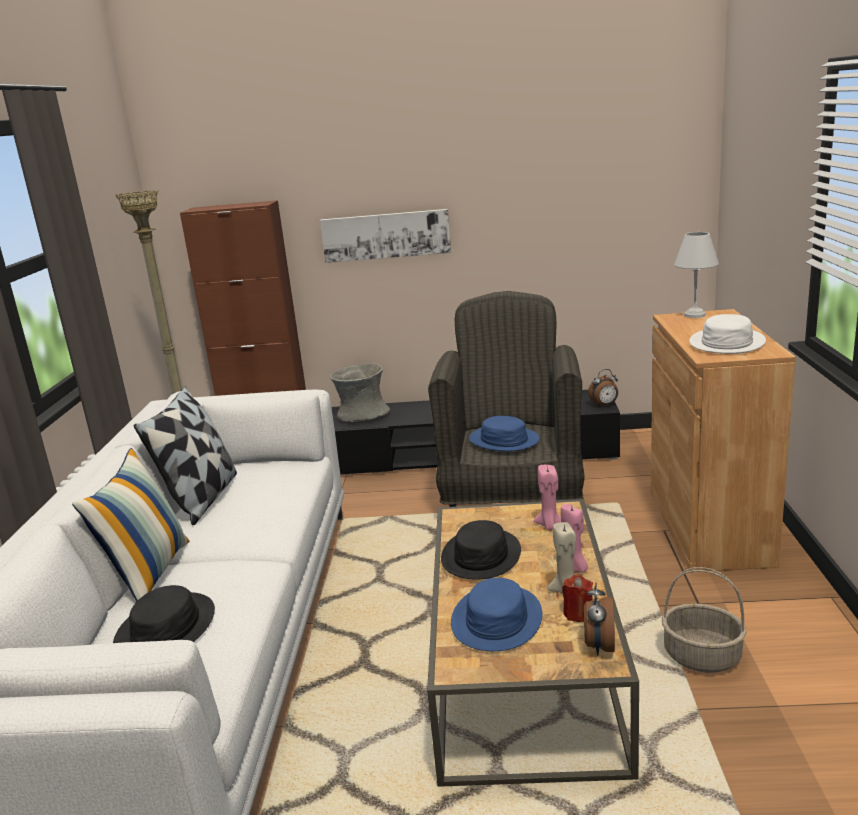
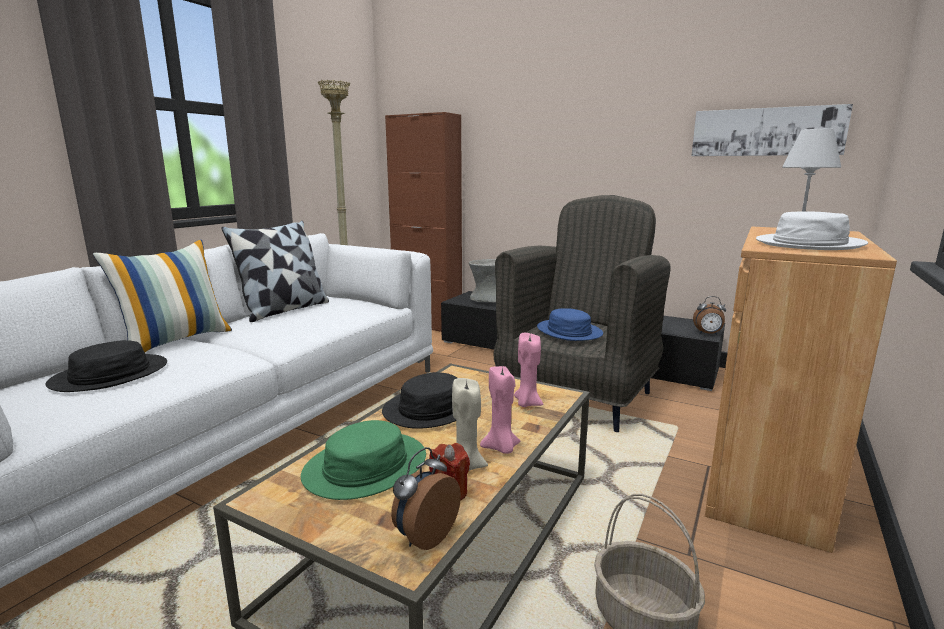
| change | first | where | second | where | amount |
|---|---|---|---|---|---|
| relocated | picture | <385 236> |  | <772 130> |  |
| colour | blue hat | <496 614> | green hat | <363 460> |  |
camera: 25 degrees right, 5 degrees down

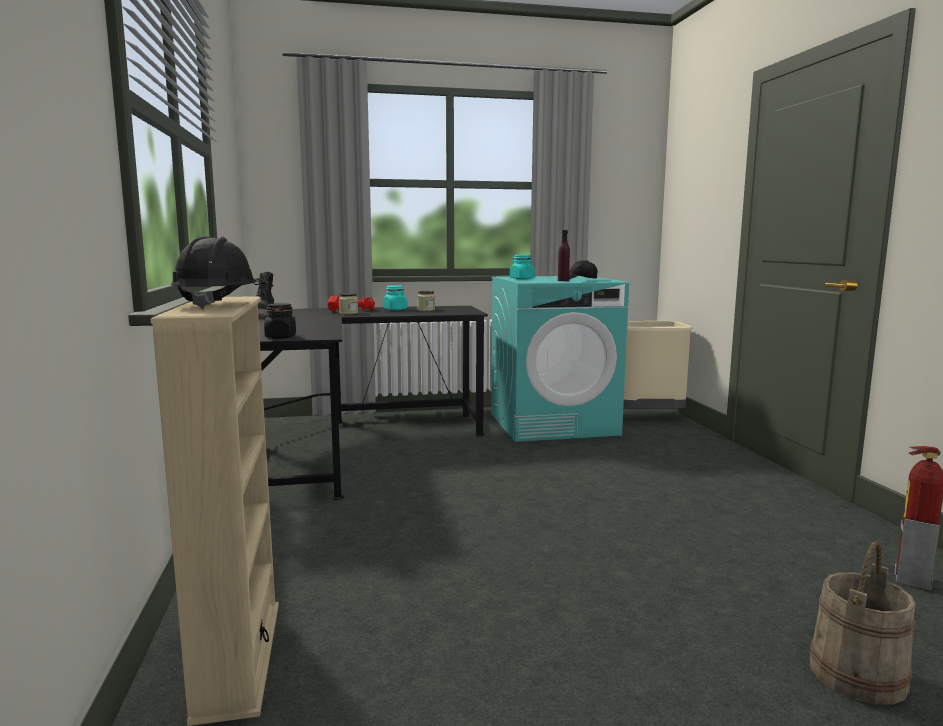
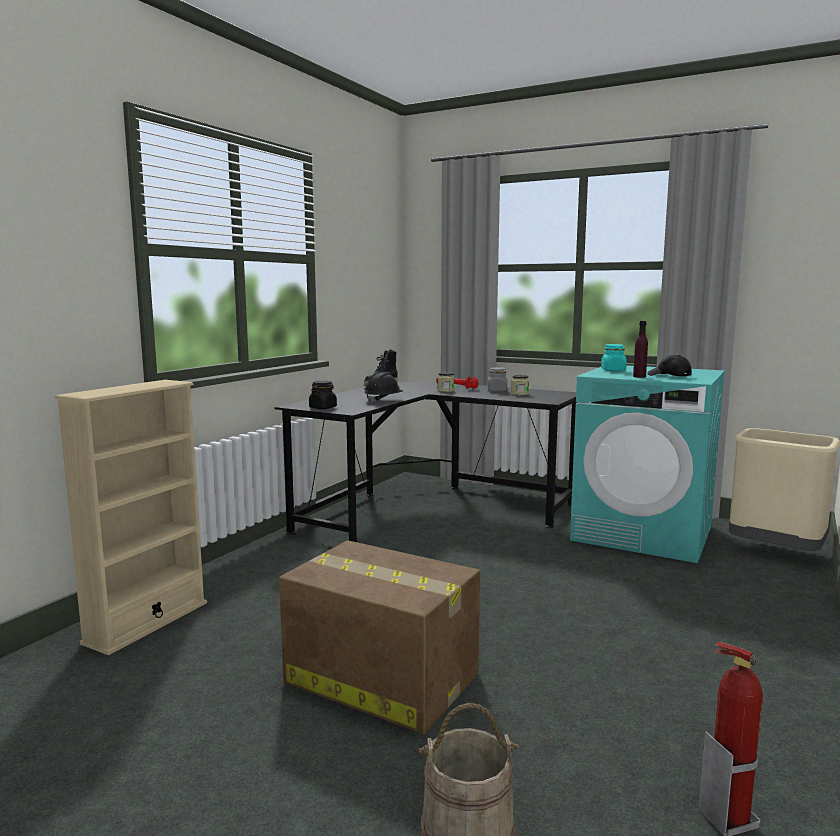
| change | first | where | second | where | amount |
|---|---|---|---|---|---|
| relocated | black hard hat | <214 272> |  | <383 387> |  |
| colour | turquoise jar | <395 297> | grey jar | <497 379> |  |
| appeared |  |  | cardboard box | <379 637> |  |
camera: 40 degrees right, 0 degrees up

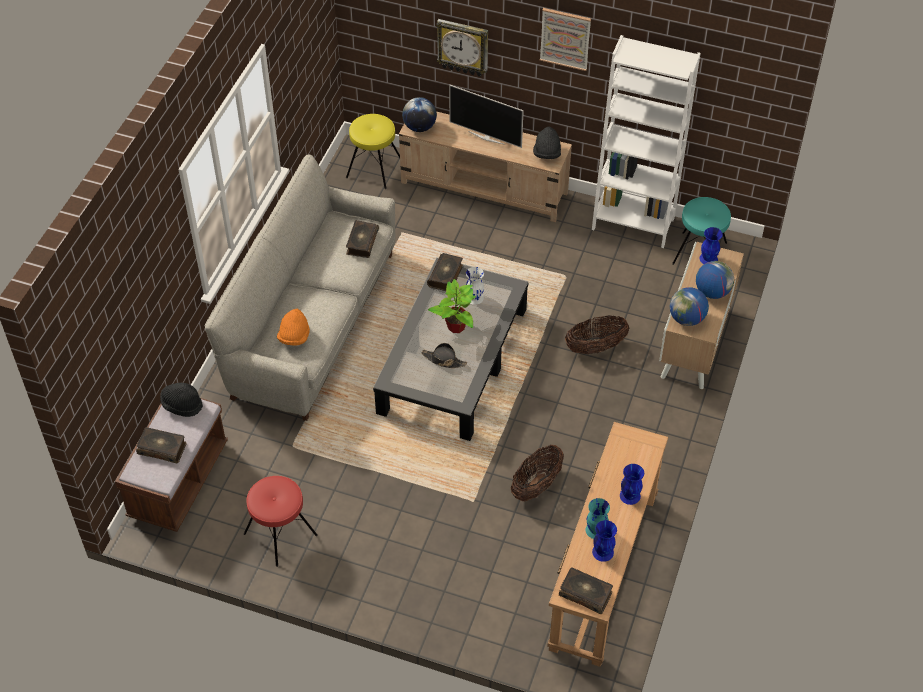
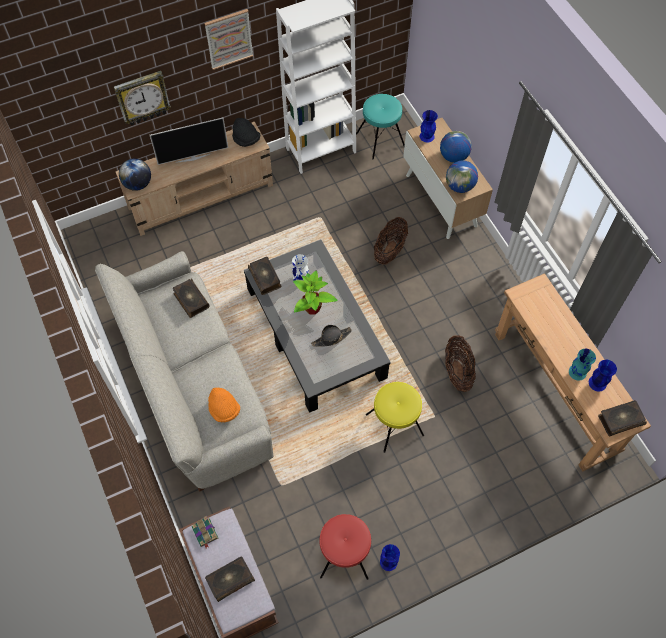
| change | first | where | second | where | amount |
|---|---|---|---|---|---|
| exchanged | black hat | <181 400> | book | <205 532> |  |
| relocated | yellow stool | <373 151> |  | <395 417> |  |
| relocated | blue vase | <632 484> |  | <390 557> |  |
camera: 45 degrees left, 10 degrees up

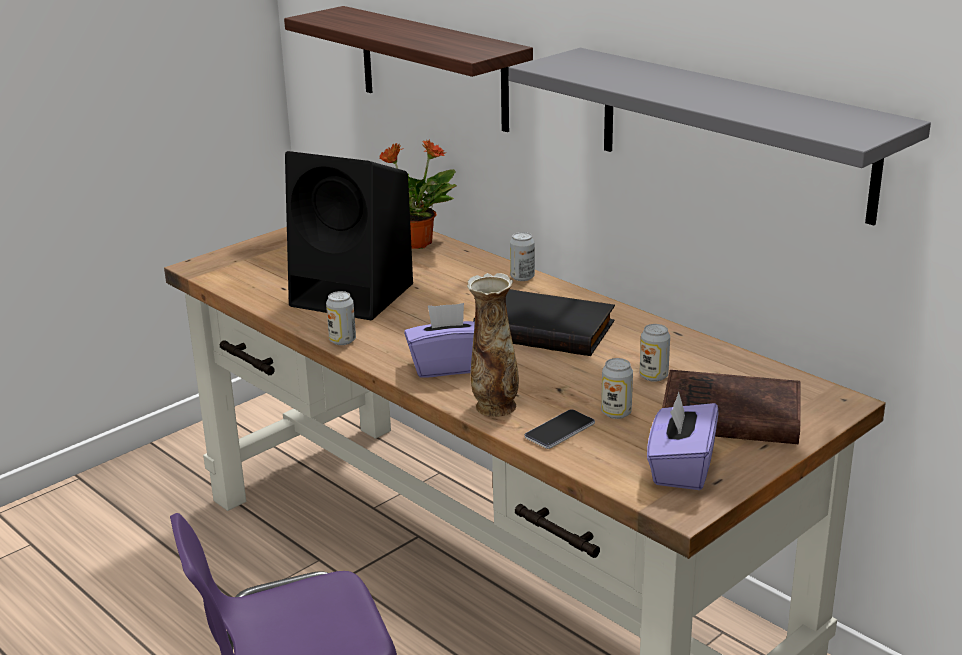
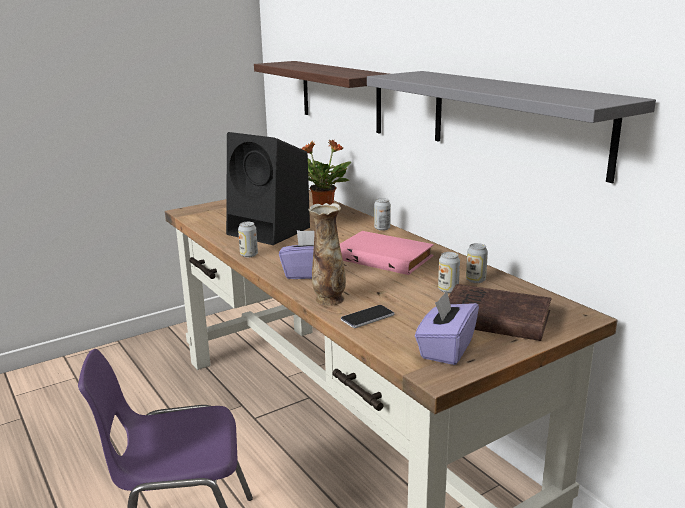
| change | first | where | second | where | amount |
|---|---|---|---|---|---|
| colour | black book | <544 322> | pink book | <387 253> |  |
| relocated | can | <617 388> |  | <477 263> |  |
camera: 10 degrees right, 5 degrees down

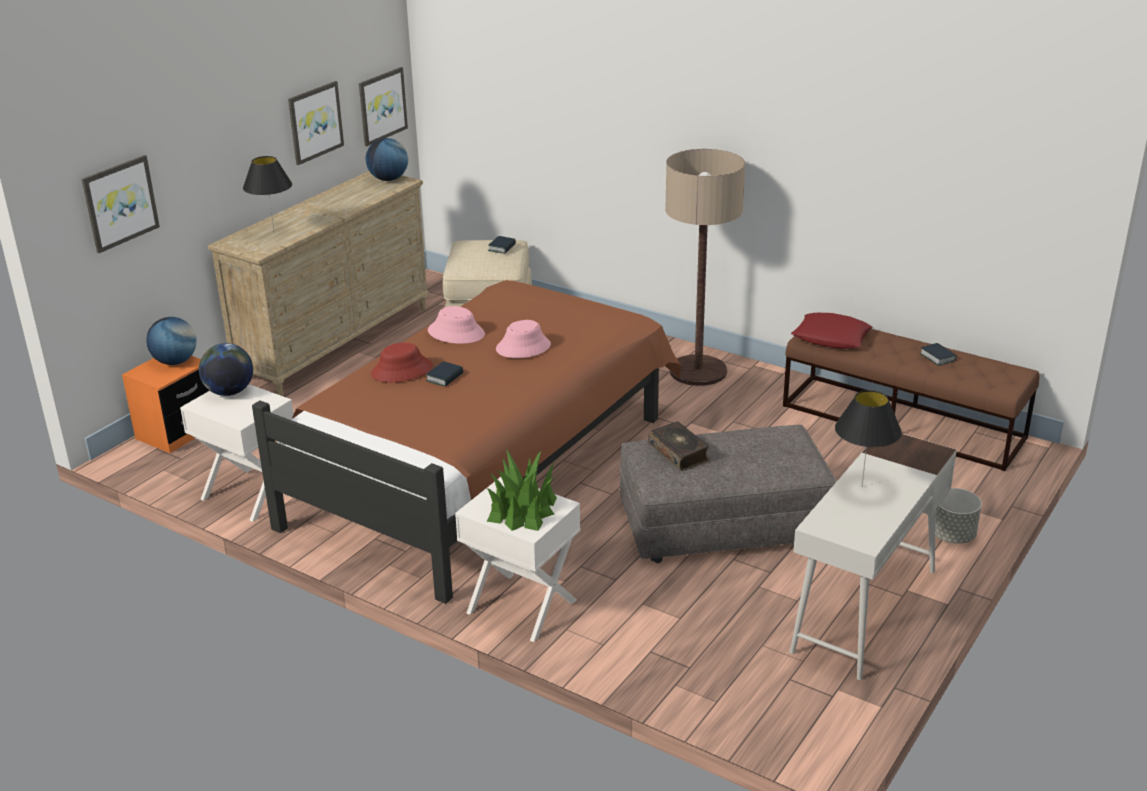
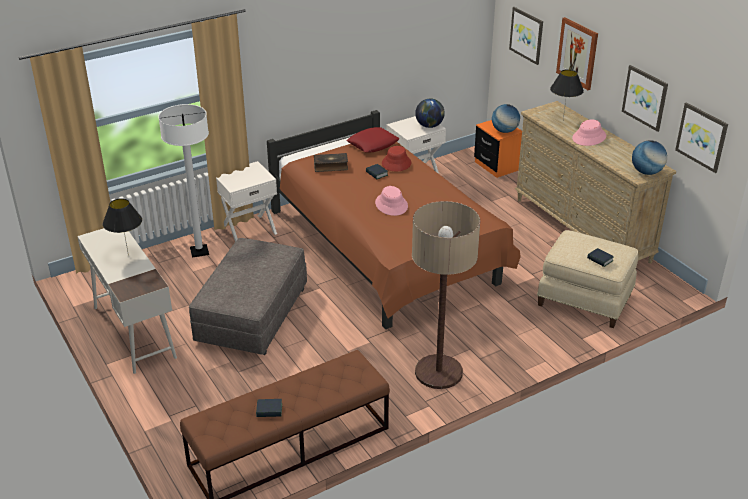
| change | first | where | second | where | amount |
|---|---|---|---|---|---|
| relocated | pink hat | <456 325> |  | <589 133> |  |
| missing | potted plant | <521 490> |  |  |  |
| relocated | book | <679 446> |  | <331 162> |  |
| relocated | red pillow | <831 331> |  | <372 140> |  |
| missing | grey planter | <958 516> |  |  |  |
| appeared |  |  | white floor lamp | <183 181> |  |
| appeared |  |  | picture | <577 53> |  |
camera: 115 degrees right, 5 degrees up

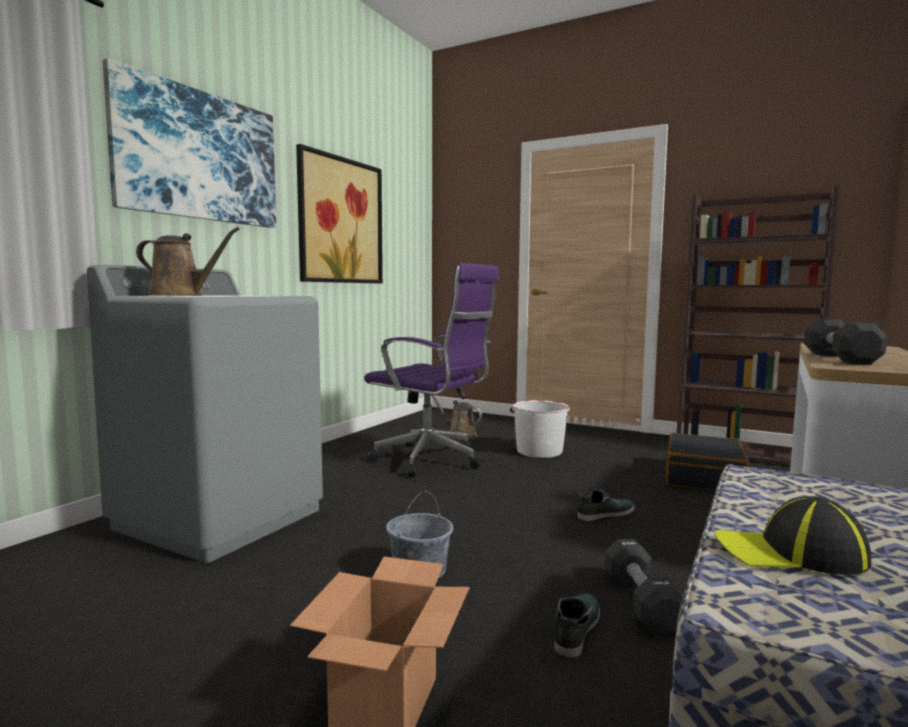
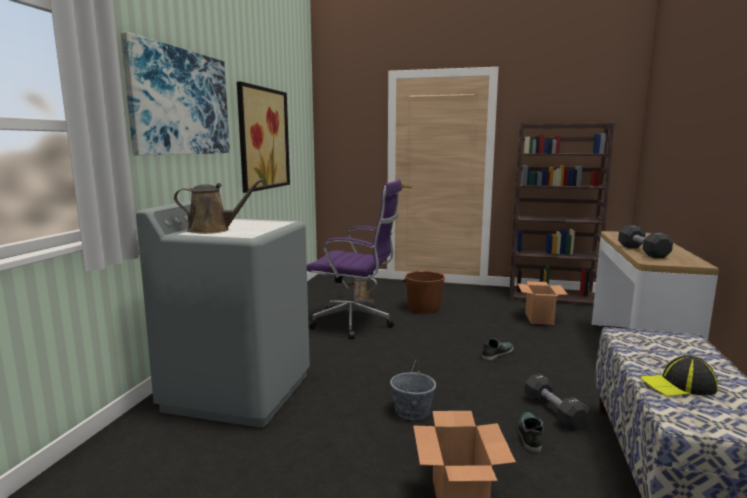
| change | first | where | second | where | amount |
|---|---|---|---|---|---|
| colour | white bucket | <540 429> | brown bucket | <424 292> |  |
| exchanged | black suitcase | <708 462> | cardboard box | <542 303> |  |
camera: 15 degrees left, 5 degrees up

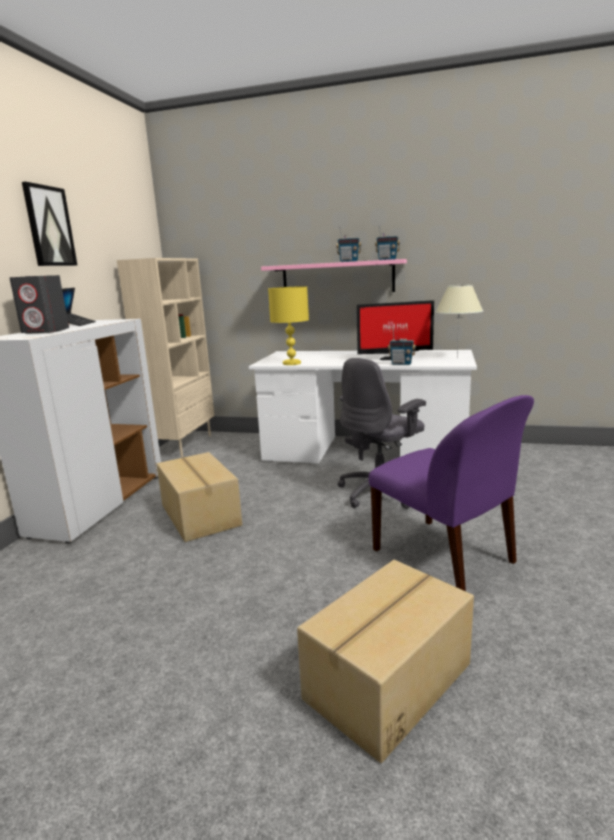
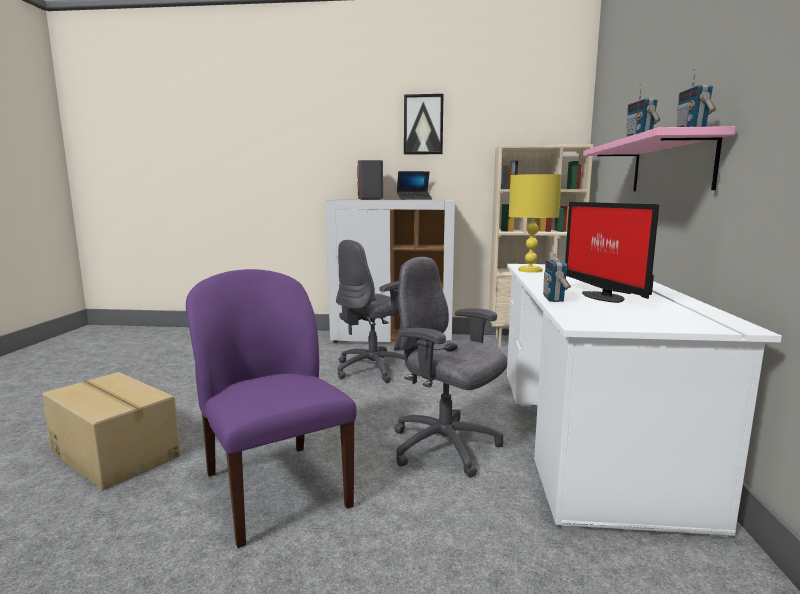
| change | first | where | second | where | amount |
|---|---|---|---|---|---|
| exchanged | cardboard box | <199 497> | grey office chair | <370 311> |  |
| spun | purple chair | <451 493> |  | <271 408> | 105 degrees clockwise |
| missing | beige table lamp | <459 320> |  |  |  |
camera: 80 degrees right, 5 degrees down

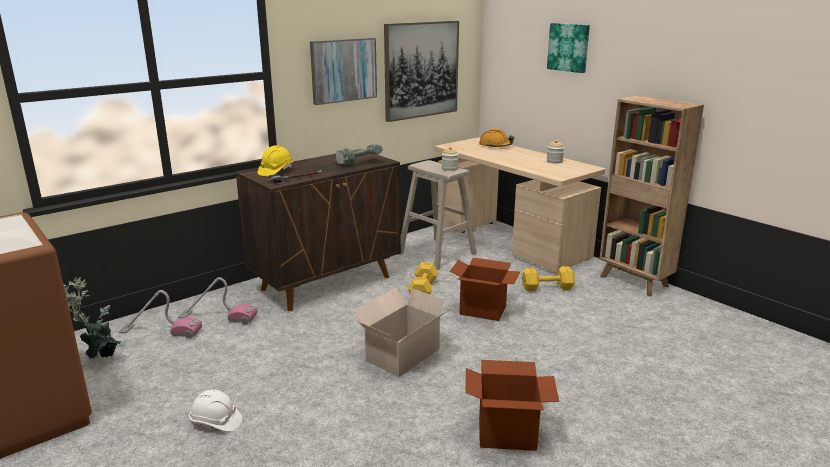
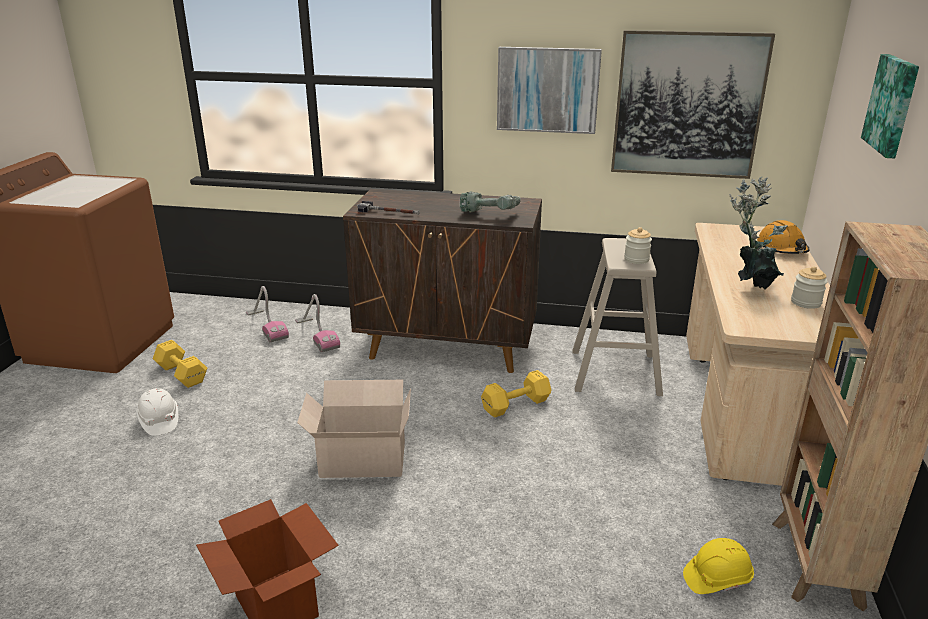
| change | first | where | second | where | amount |
|---|---|---|---|---|---|
| relocated | potted plant | <92 318> |  | <758 233> |  |
| relocated | yellow hard hat | <275 161> |  | <718 566> |  |
| missing | cardboard box | <485 289> |  |  |  |
| relocated | yellow dumbbell | <548 278> |  | <180 364> |  |
camera: 50 degrees right, 5 degrees up

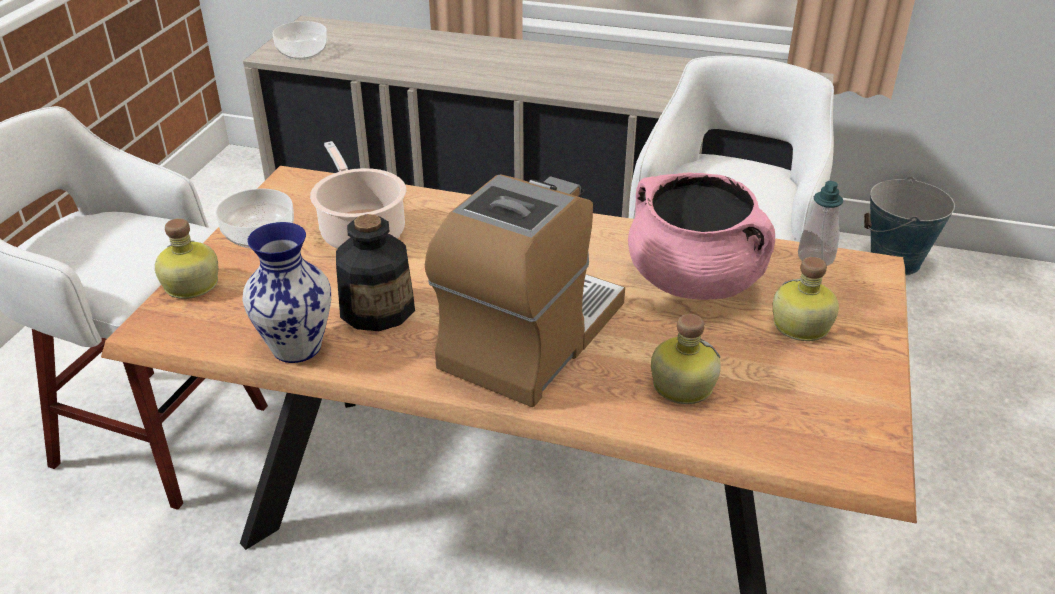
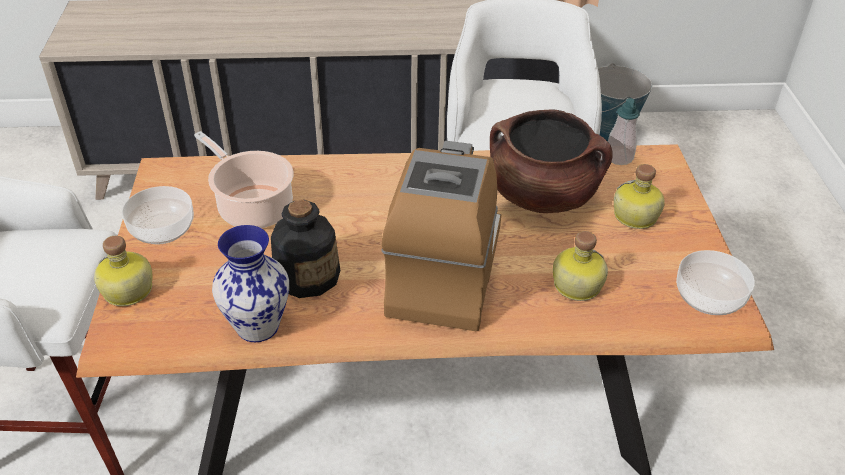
| change | first | where | second | where | amount |
|---|---|---|---|---|---|
| relocated | bowl | <300 40> |  | <715 282> |  |
| colour | pink cooking pot | <701 236> | brown cooking pot | <551 161> |  |
camera: 20 degrees left, 5 degrees up

